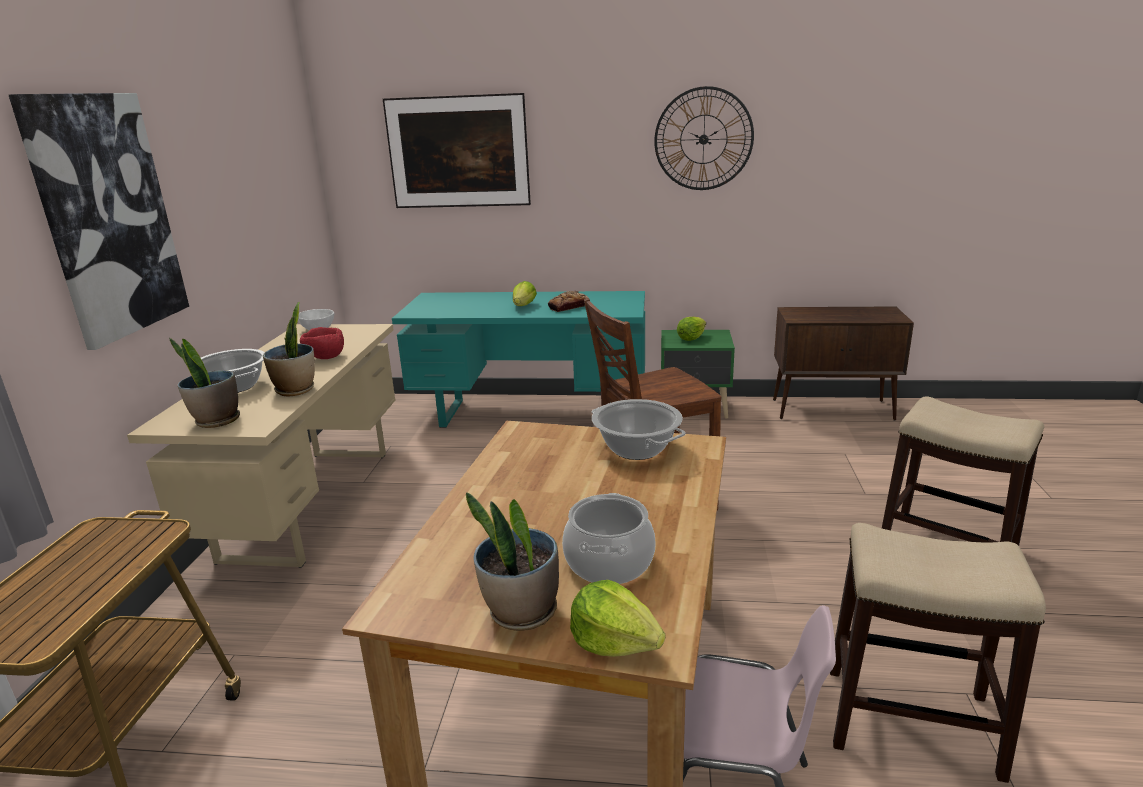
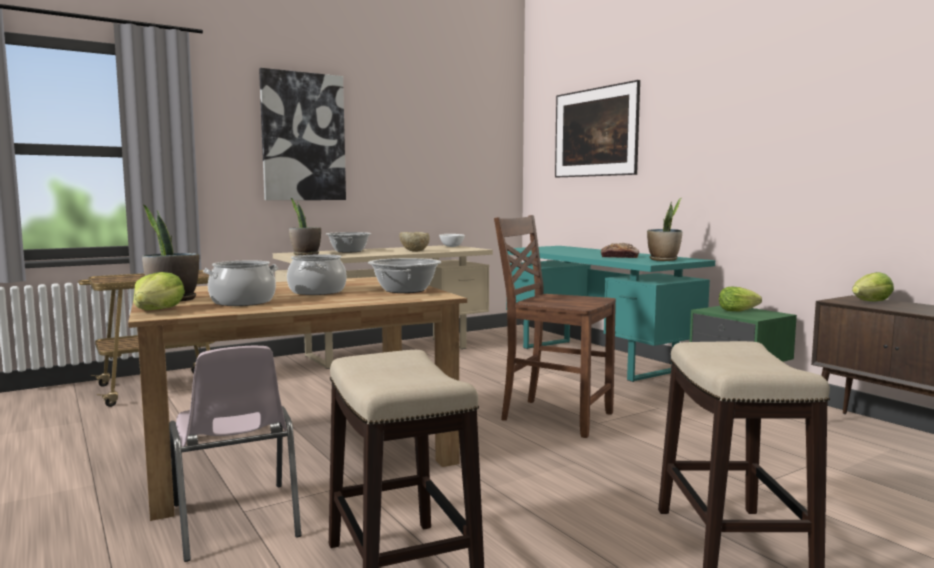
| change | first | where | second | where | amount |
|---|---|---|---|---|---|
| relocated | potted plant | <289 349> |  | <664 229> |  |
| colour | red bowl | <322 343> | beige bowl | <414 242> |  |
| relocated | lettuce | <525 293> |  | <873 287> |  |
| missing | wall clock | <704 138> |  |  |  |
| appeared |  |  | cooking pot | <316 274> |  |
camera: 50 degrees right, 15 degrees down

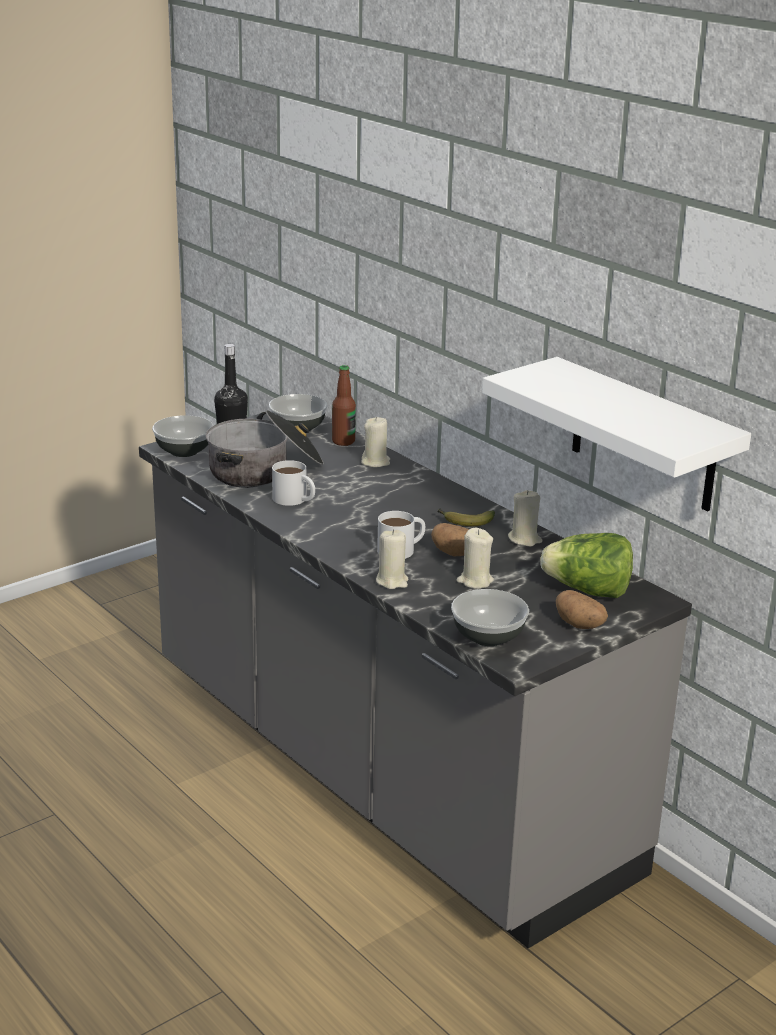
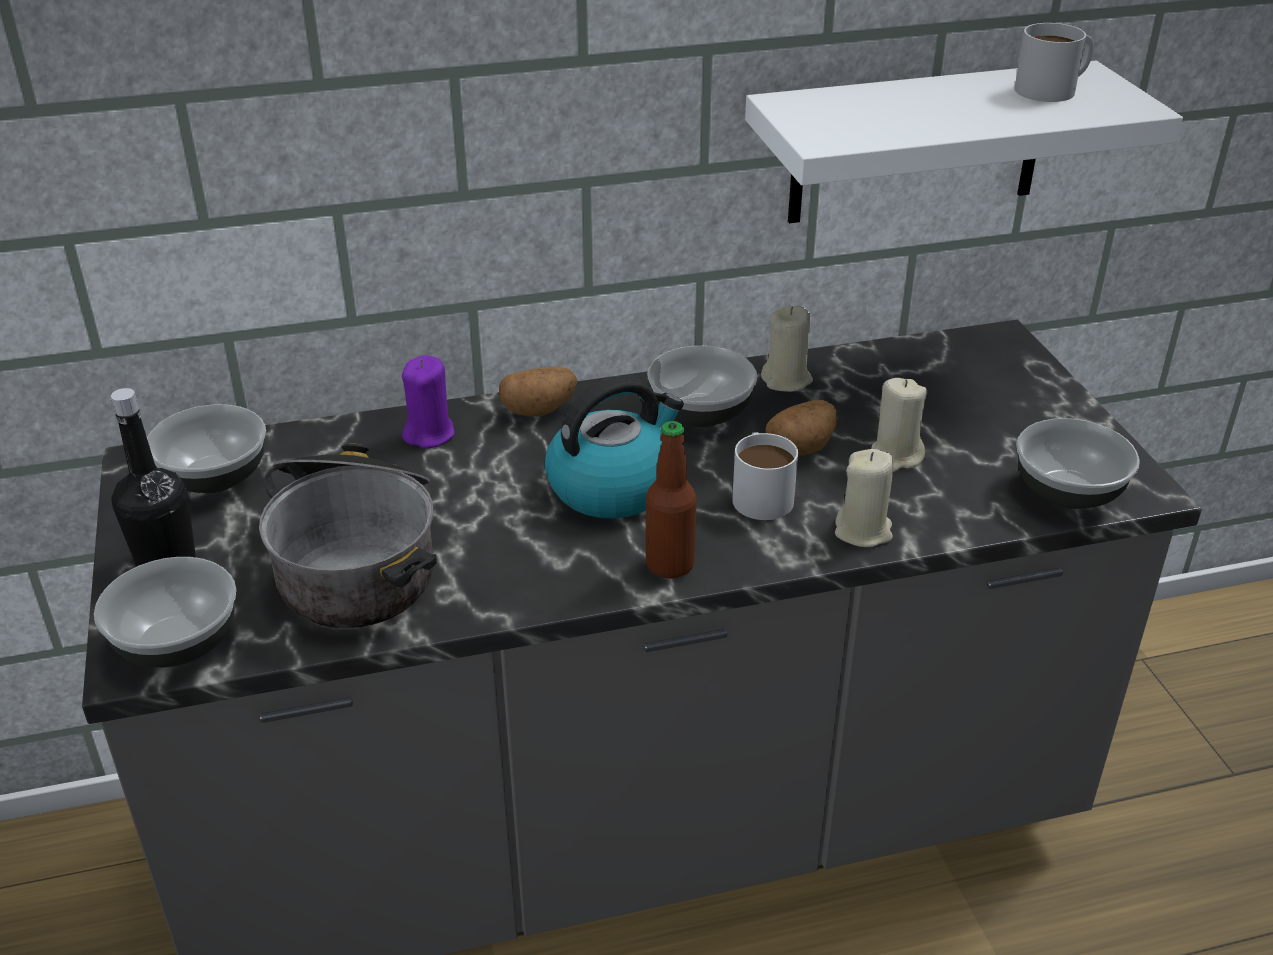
| change | first | where | second | where | amount |
|---|---|---|---|---|---|
| relocated | white mug | <293 483> |  | <1054 62> |  |
| relocated | bottle | <344 405> |  | <671 500> |  |
| colour | beige candle | <375 442> | purple candle | <428 402> |  |
| exchanged | banana | <466 517> | bowl | <702 386> |  |
| missing | lettuce | <586 565> |  |  |  |
| relocated | potato | <582 609> |  | <538 392> |  |
| appeared |  |  | kettle | <614 447> |  |
camera: 65 degrees left, 10 degrees up

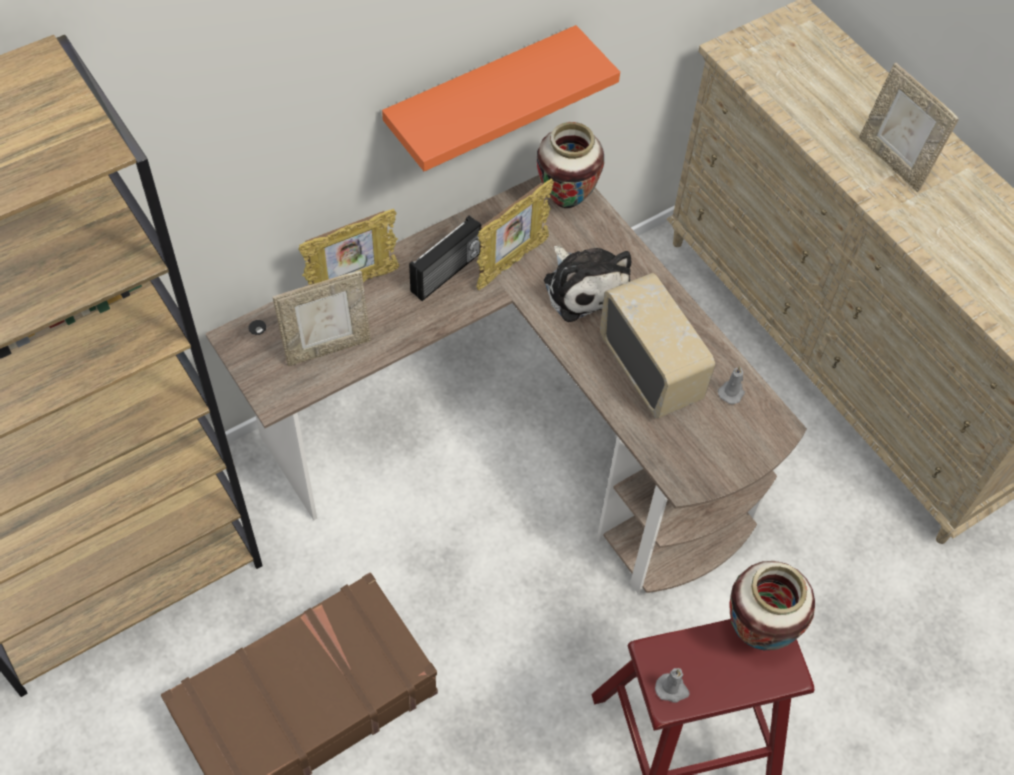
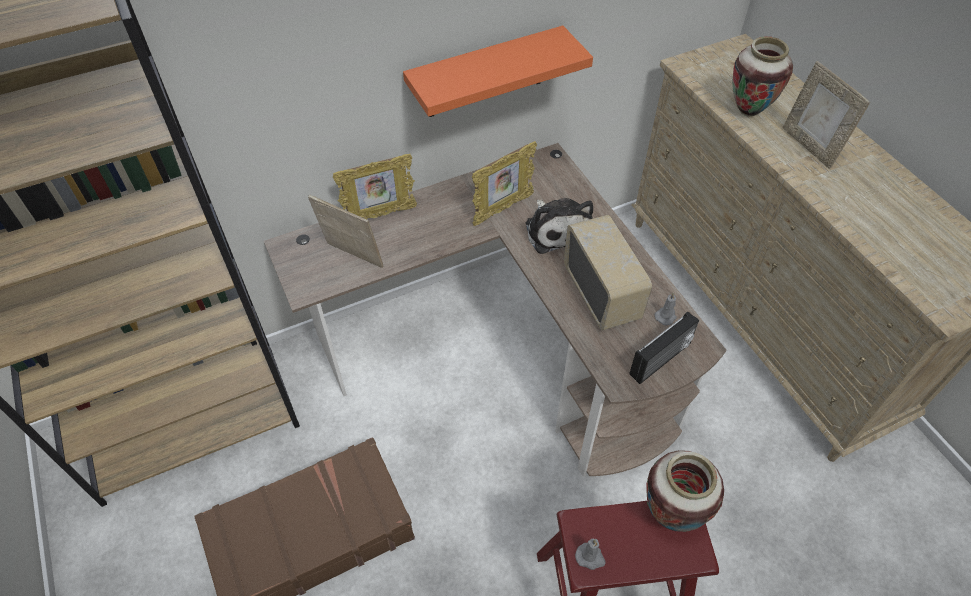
| change | first | where | second | where | amount |
|---|---|---|---|---|---|
| spun | picture frame | <322 318> |  | <345 231> | 135 degrees counterclockwise |
| relocated | radio | <445 258> |  | <664 347> |  |
| relocated | vase | <570 165> |  | <762 76> |  |
camera: 10 degrees right, 5 degrees down

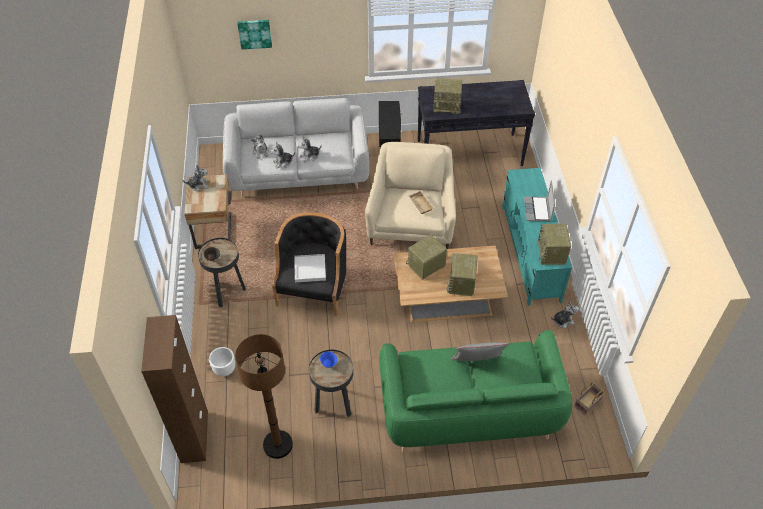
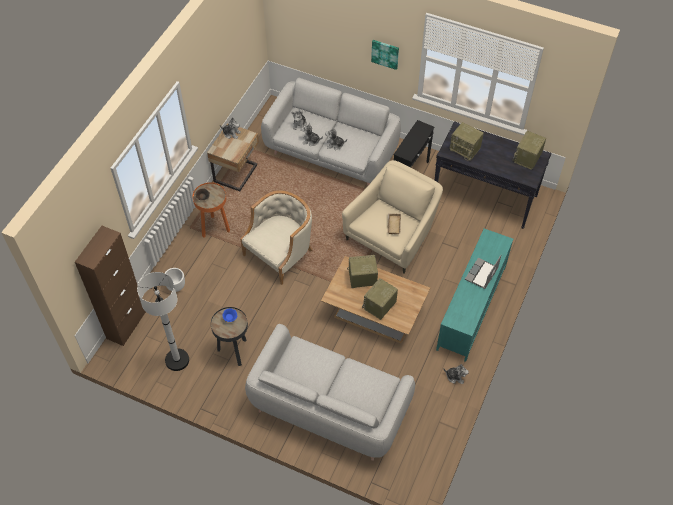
| change | first | where | second | where | amount |
|---|---|---|---|---|---|
| colour | black side table | <222 272> | orange side table | <211 209> |  |
| colour | brown floor lamp | <264 396> | white floor lamp | <163 321> |  |
| relocated | picture | <254 35> |  | <385 55> |  |
| colour | black armchair | <309 264> | beige armchair | <276 238> |  |
| missing | white tray | <310 268> |  |  |  |
| colour | green sofa | <475 391> | grey sofa | <330 392> |  |
| missing | grey pillow | <480 352> |  |  |  |
| relocated | radio | <554 244> |  | <529 150> |  |
| missing | basket | <589 398> |  |  |  |
camera: 30 degrees right, 5 degrees up

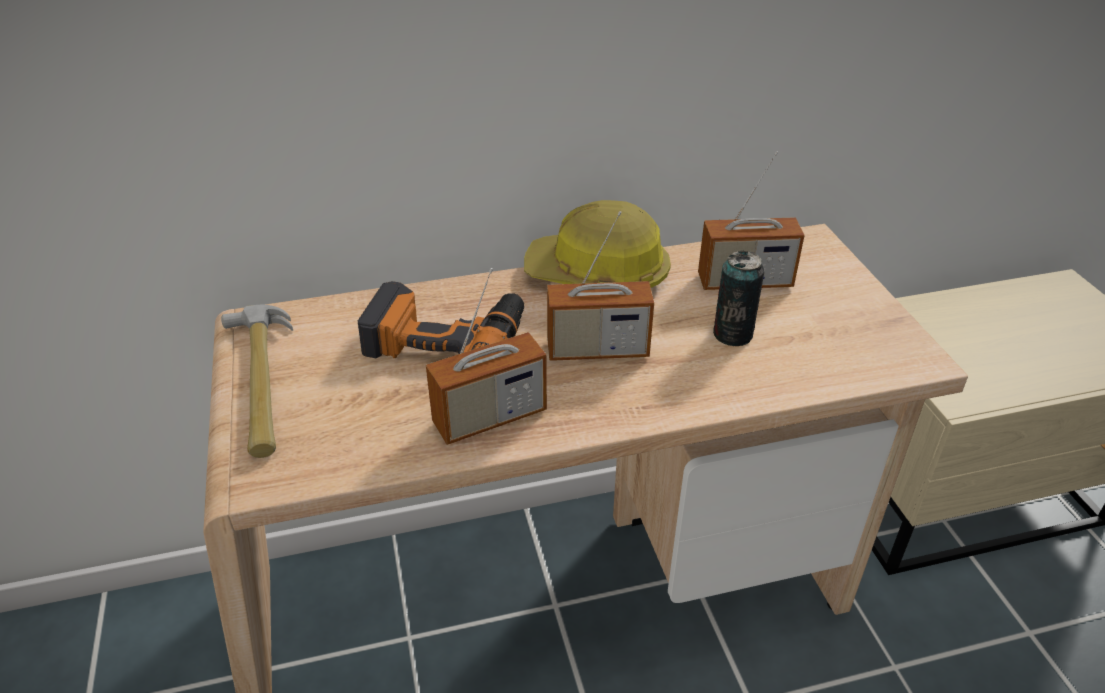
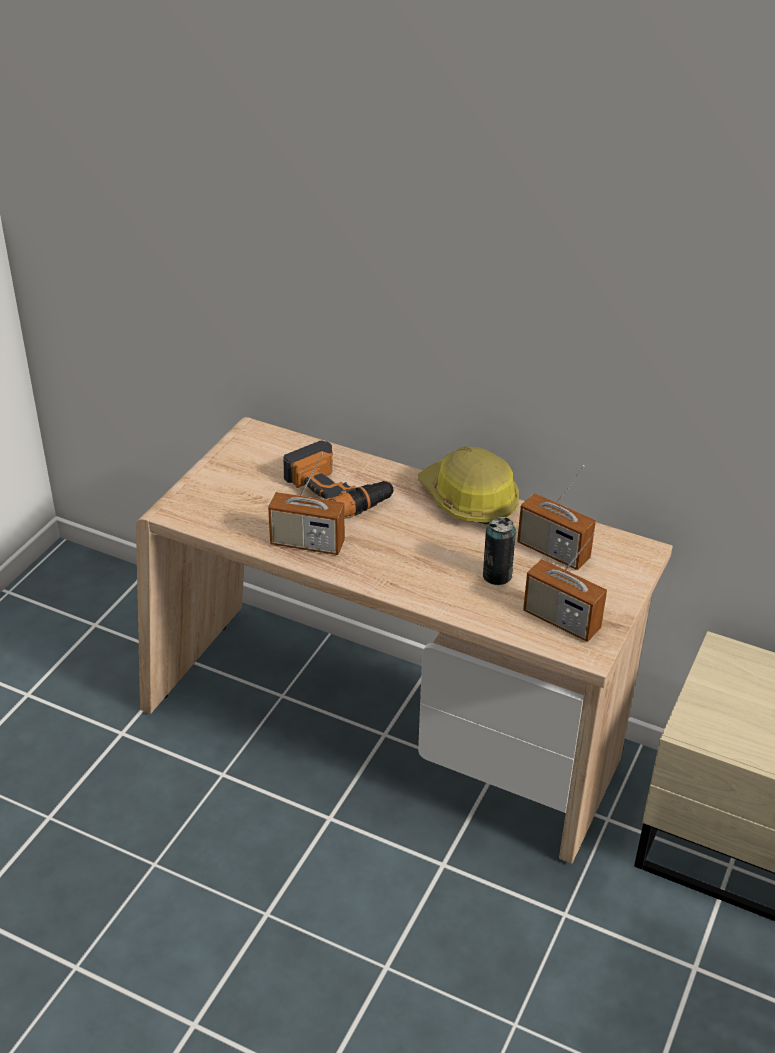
| change | first | where | second | where | amount |
|---|---|---|---|---|---|
| missing | hammer | <257 381> |  |  |  |
| relocated | radio | <600 286> |  | <565 587> |  |
camera: 40 degrees right, 0 degrees up

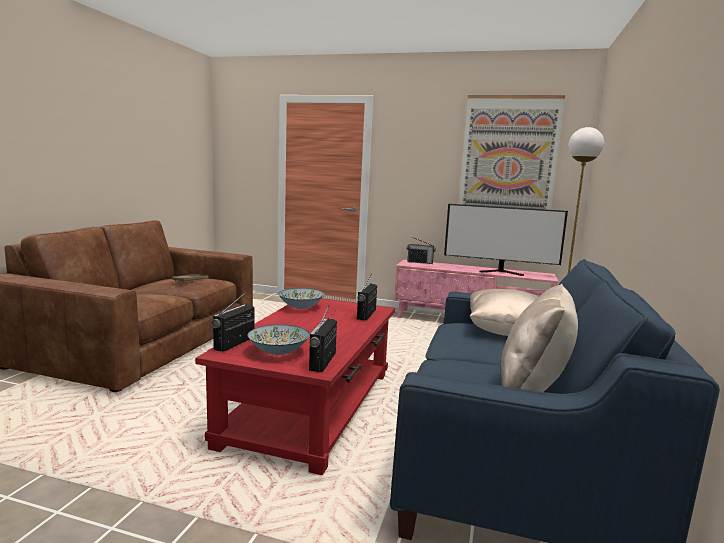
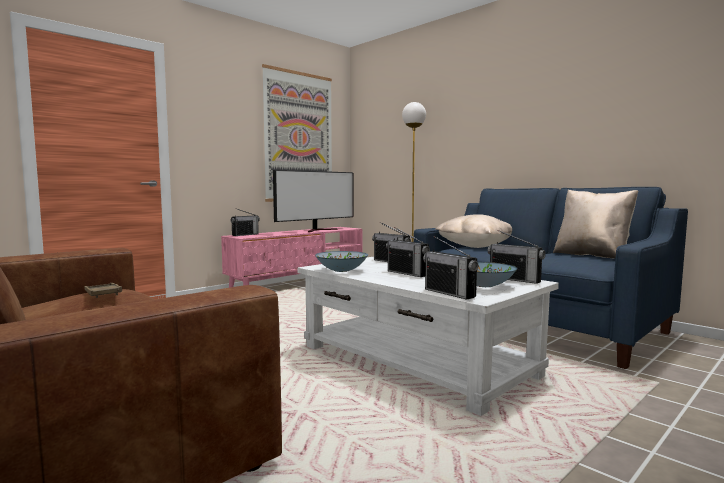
| change | first | where | second | where | amount |
|---|---|---|---|---|---|
| colour | red coffee table | <295 387> | white coffee table | <428 336> |  |
| appeared |  |  | radio | <408 252> |  |
camera: 60 degrees left, 5 degrees down

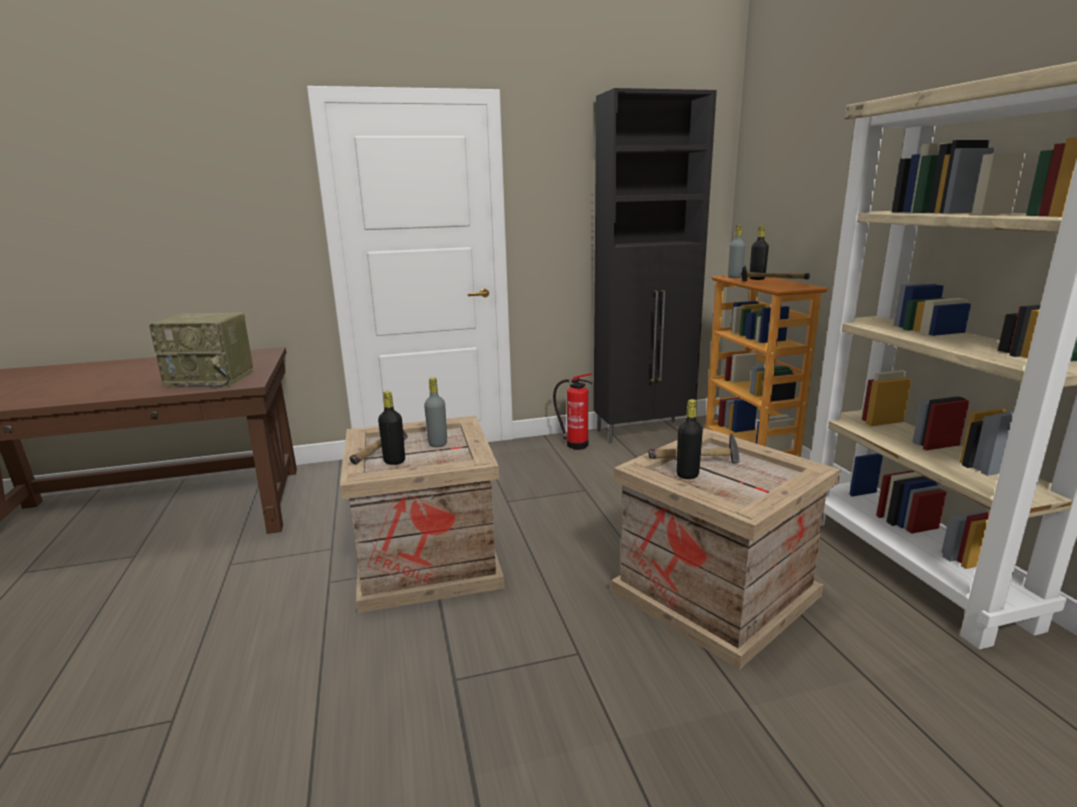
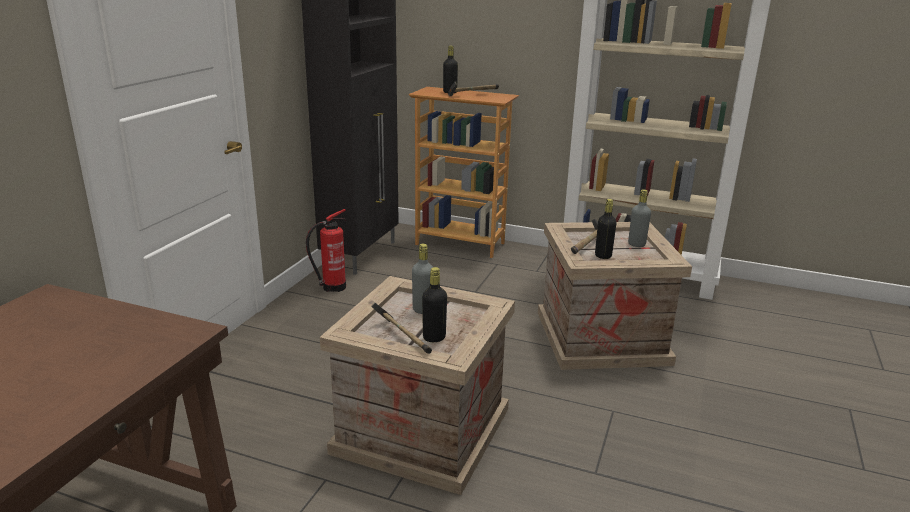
| change | first | where | second | where | amount |
|---|---|---|---|---|---|
| missing | radio | <201 350> |  |  |  |
| relocated | grey bottle | <736 251> |  | <639 218> |  |
camera: 55 degrees left, 5 degrees up

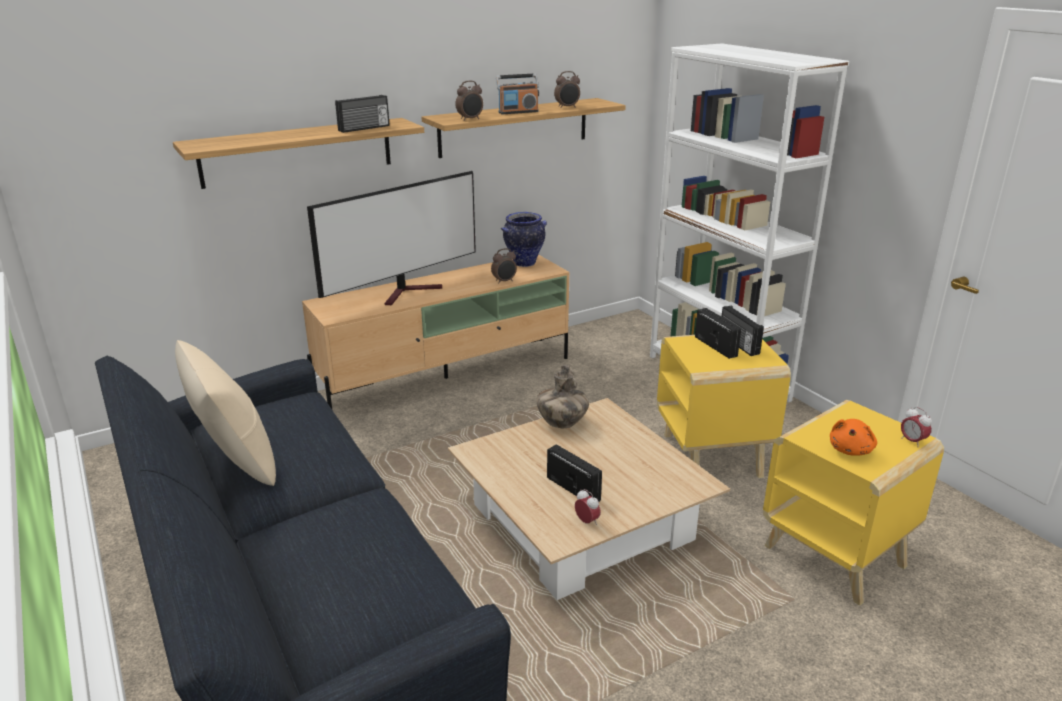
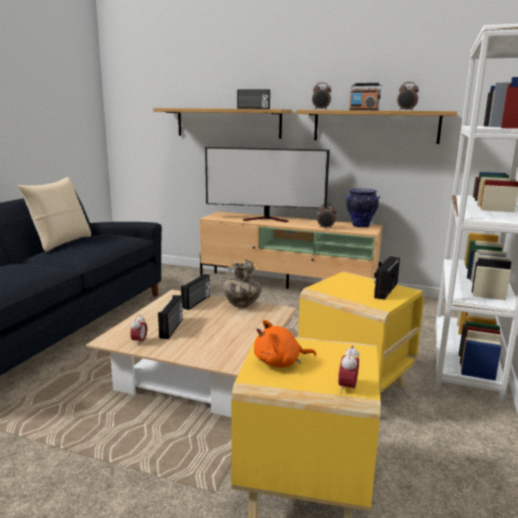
| change | first | where | second | where | amount |
|---|---|---|---|---|---|
| relocated | radio | <718 333> |  | <195 292> |  |
camera: 50 degrees right, 10 degrees down

